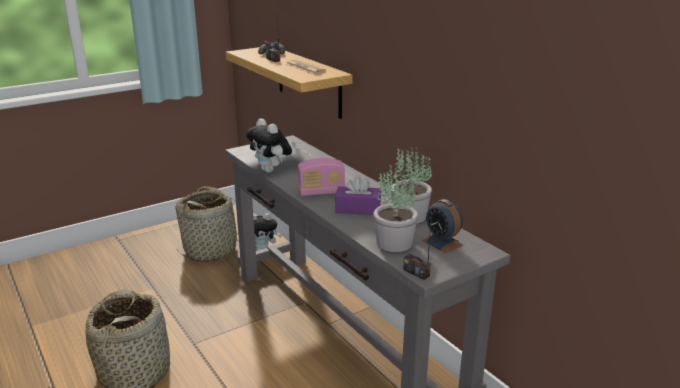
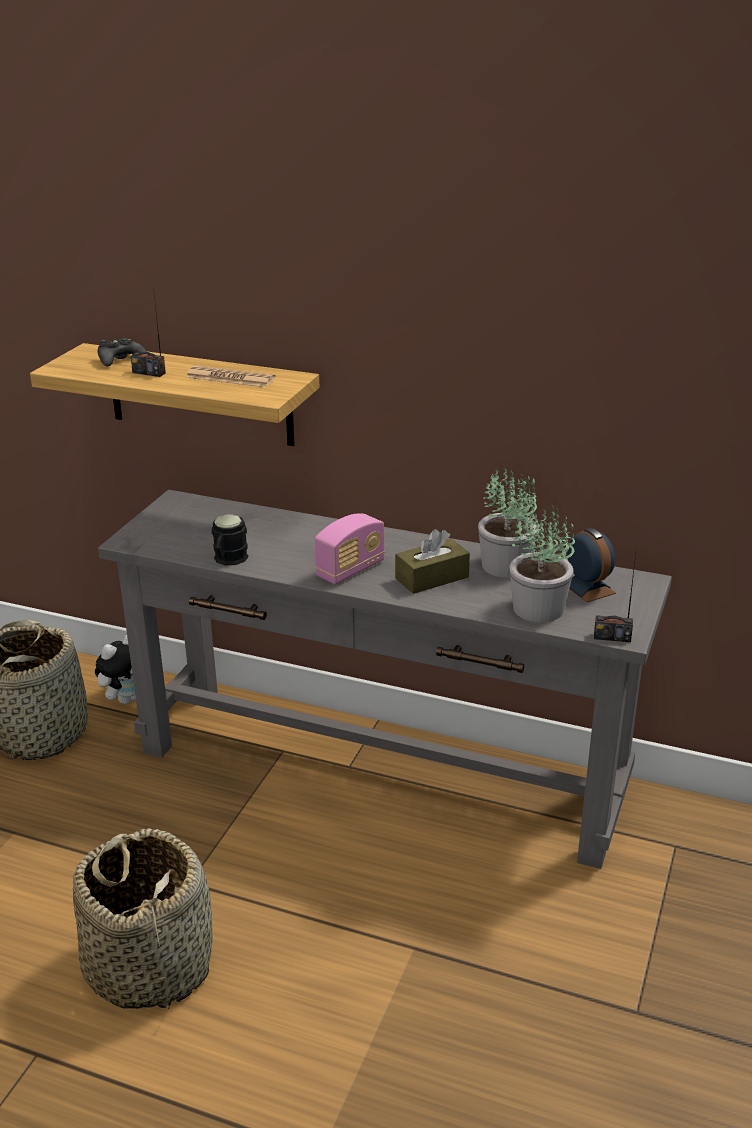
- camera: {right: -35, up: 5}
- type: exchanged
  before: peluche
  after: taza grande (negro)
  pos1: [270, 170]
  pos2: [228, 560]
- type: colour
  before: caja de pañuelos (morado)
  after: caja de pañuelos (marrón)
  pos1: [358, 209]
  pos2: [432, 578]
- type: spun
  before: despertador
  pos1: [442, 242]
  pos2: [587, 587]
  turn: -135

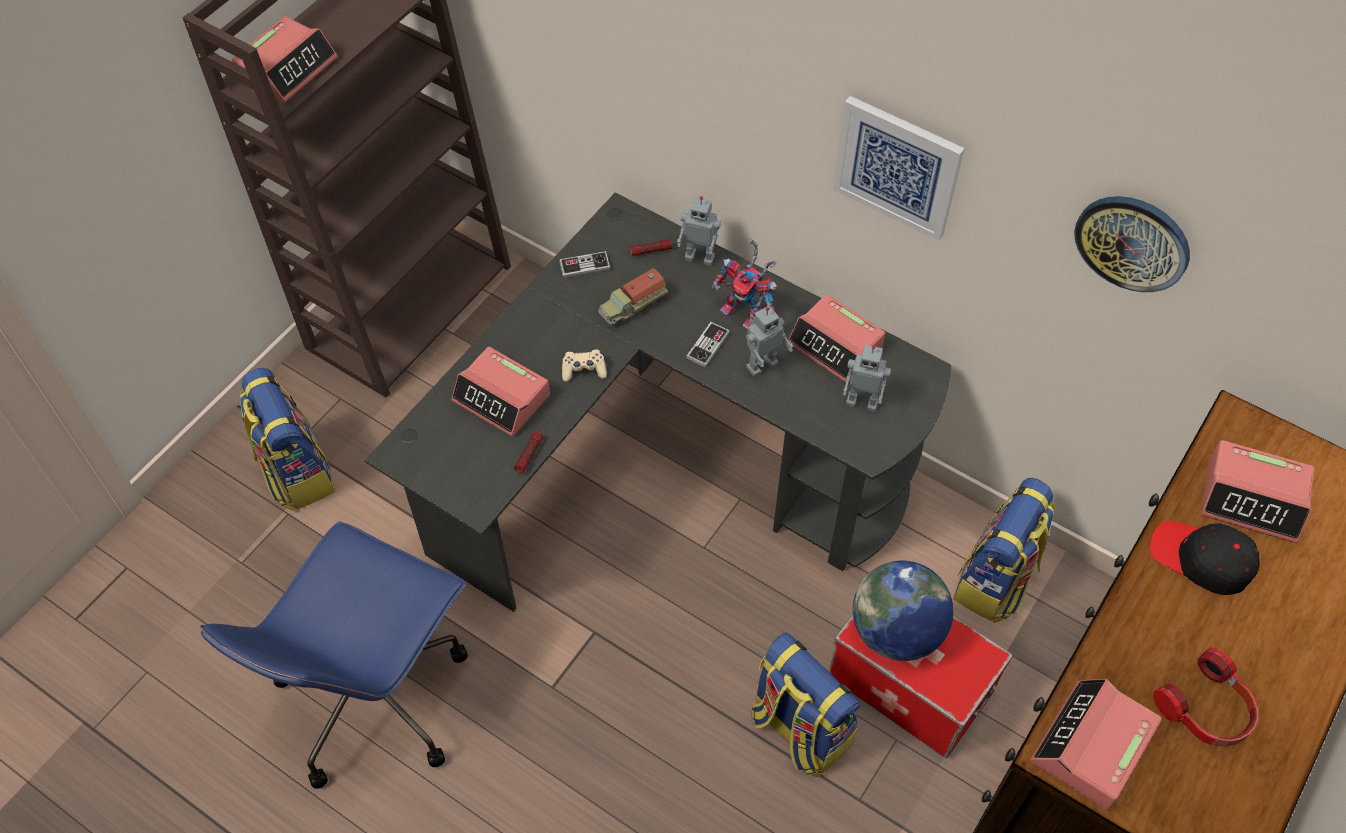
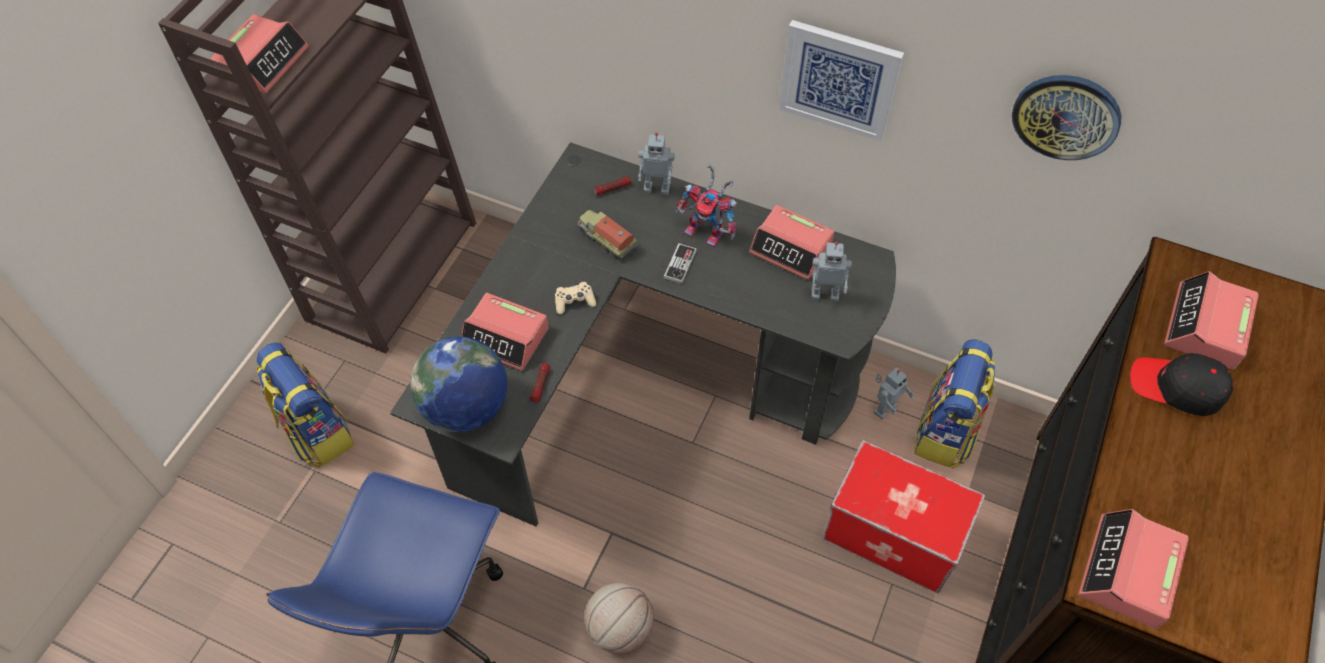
- camera: {right: -10, up: 0}
- type: missing
  before: mando de consola
  pos1: [585, 266]
- type: spun
  before: camión de juguete
  pos1: [632, 305]
  pos2: [606, 239]
  turn: 90
- type: relocated
  before: robot de juguete
  pos1: [761, 364]
  pos2: [884, 408]
- type: spun
  before: despertador
  pos1: [1252, 499]
  pos2: [1205, 327]
  turn: 105
- type: relocated
  before: globo terráqueo
  pos1: [896, 631]
  pos2: [466, 407]
- type: missing
  before: mochila
  pos1: [798, 729]
- type: missing
  before: auriculares
  pos1: [1207, 710]
- type: appeared
  after: balón de baloncesto
  pos2: [619, 628]

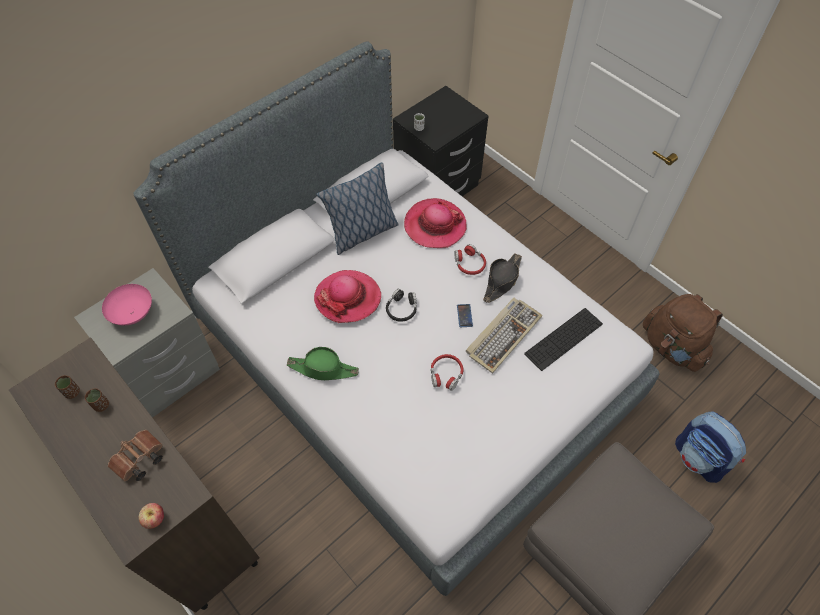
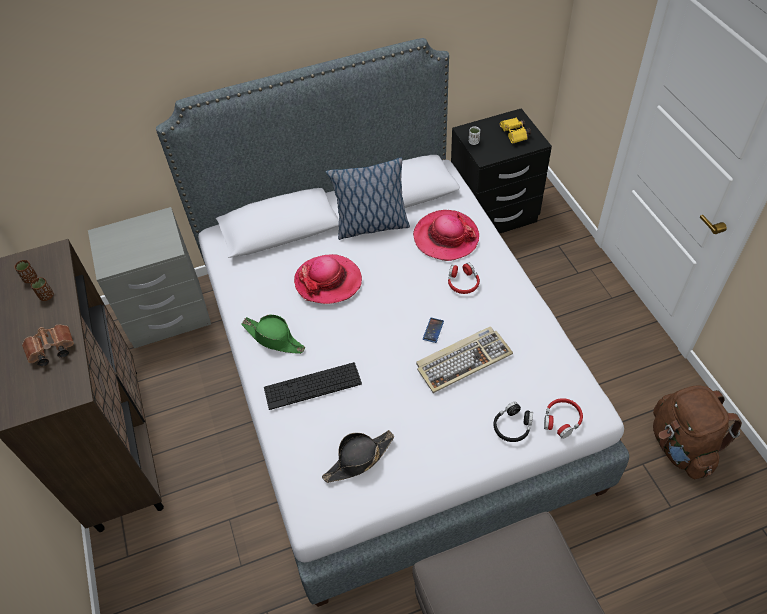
- camera: {right: 25, up: -5}
- type: relocated
  before: sombrero (negro)
  pos1: [502, 281]
  pos2: [358, 459]
- type: missing
  before: cuenco (rosa)
  pos1: [133, 313]
- type: relocated
  before: auriculares (negro)
  pos1: [402, 309]
  pos2: [512, 426]
- type: relocated
  before: teclado
  pos1: [563, 338]
  pos2: [312, 386]
- type: relocated
  before: auriculares (rojo)
  pos1: [446, 374]
  pos2: [561, 420]
- type: missing
  before: mochila
  pos1: [699, 458]
- type: missing
  before: manzana
  pos1: [155, 519]
- type: appeared
  after: prismáticos (amarillo)
  pos2: [515, 135]

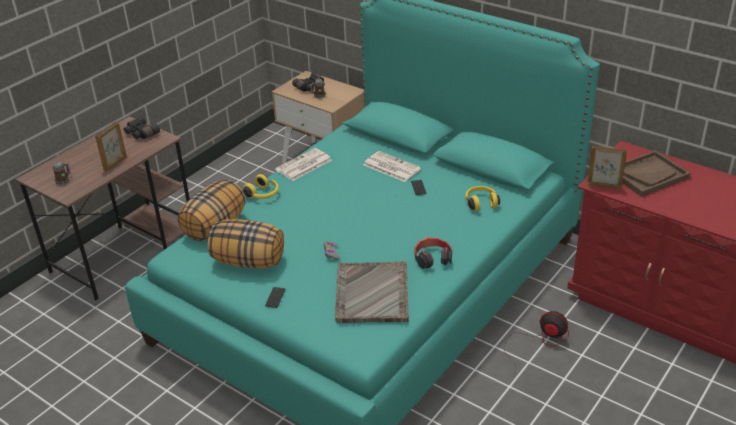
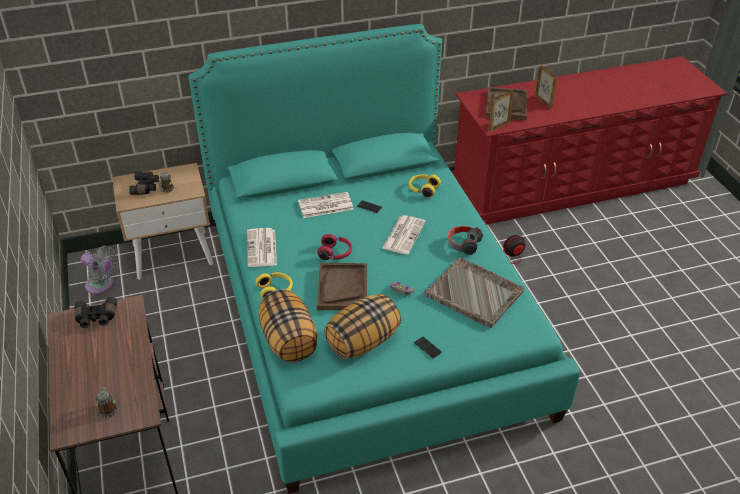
- camera: {right: -55, up: 5}
- type: relocated
  before: portarretratos
  pos1: [115, 163]
  pos2: [543, 102]
- type: appeared
  after: periódico
  pos2: [403, 234]
- type: appeared
  after: auriculares (rojo)
  pos2: [335, 253]
- type: appeared
  after: ventilador (gris)
  pos2: [102, 285]
- type: appeared
  after: bandeja (marrón)
  pos2: [342, 288]

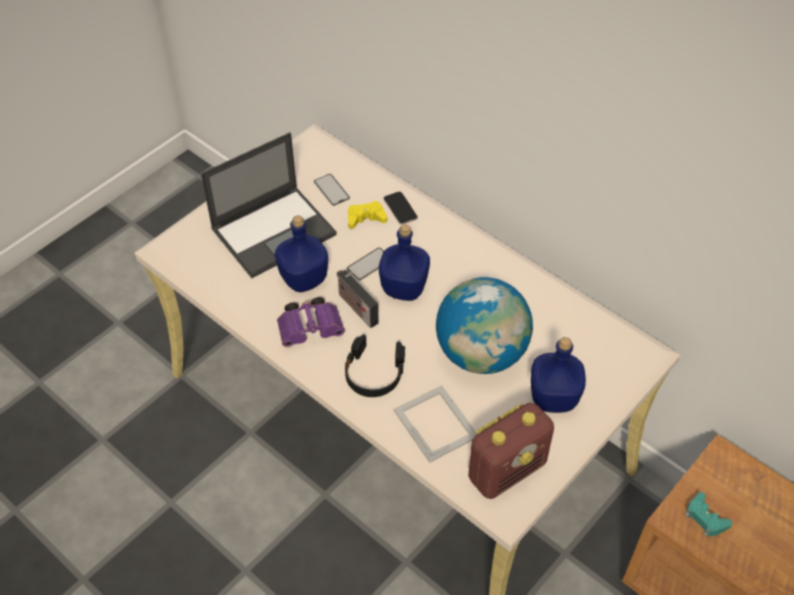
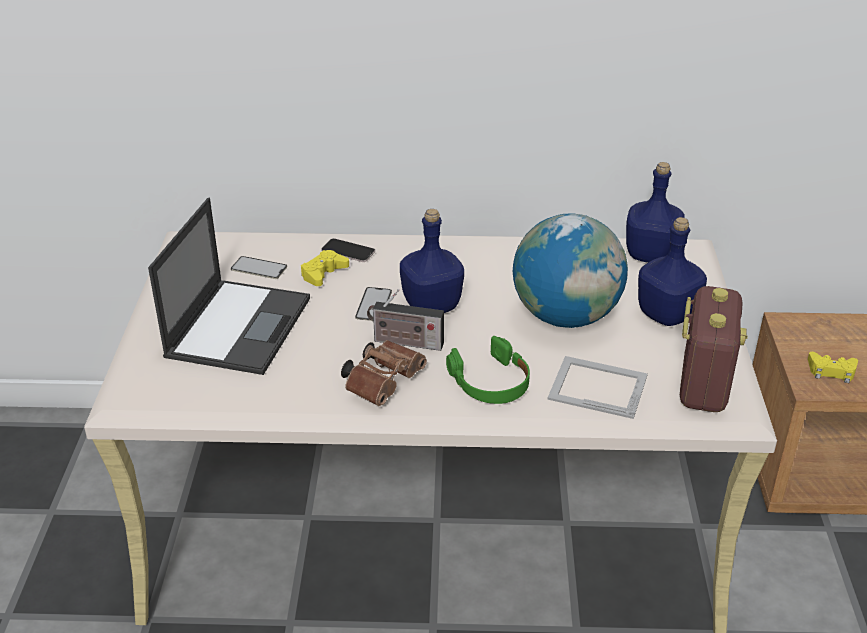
- camera: {right: -40, up: -15}
- type: relocated
  before: botella (azul)
  pos1: [303, 279]
  pos2: [650, 255]
- type: colour
  before: prismáticos (morado)
  after: prismáticos (marrón)
  pos1: [312, 329]
  pos2: [384, 382]
- type: colour
  before: auriculares (negro)
  after: auriculares (verde)
  pos1: [374, 373]
  pos2: [491, 382]
- type: colour
  before: mando de consola (turquesa)
  after: mando de consola (amarillo)
  pos1: [705, 518]
  pos2: [831, 371]

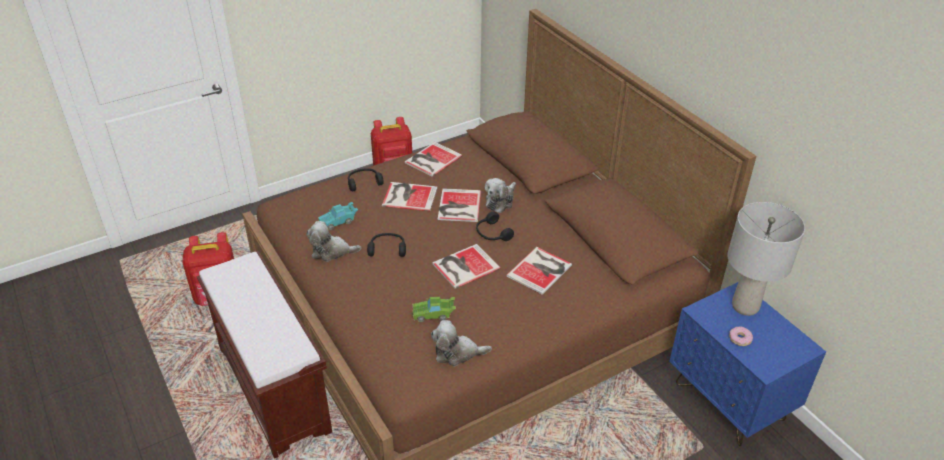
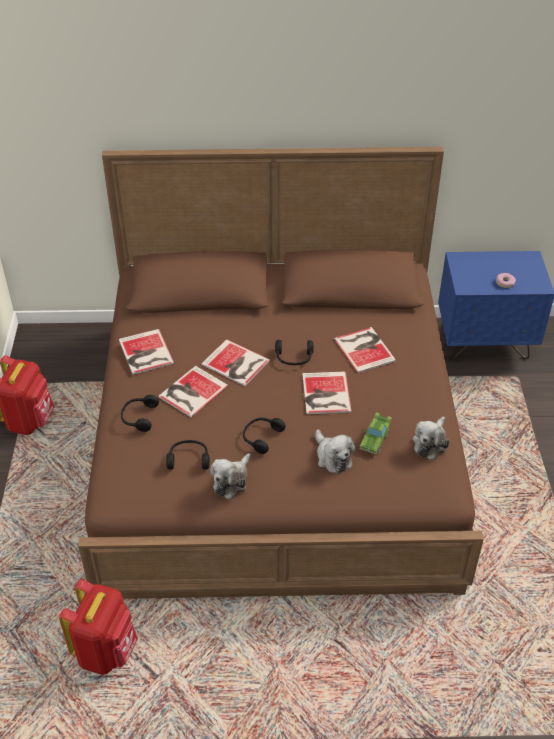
- camera: {right: -60, up: 5}
- type: relocated
  before: peluche
  pos1: [500, 201]
  pos2: [332, 457]
- type: exchanged
  before: coche de juguete (turquesa)
  after: auriculares (negro)
  pos1: [339, 221]
  pos2: [189, 459]
- type: missing
  before: lámpara de mesa (gris)
  pos1: [745, 306]
- type: missing
  before: banco (marrón)
  pos1: [275, 389]

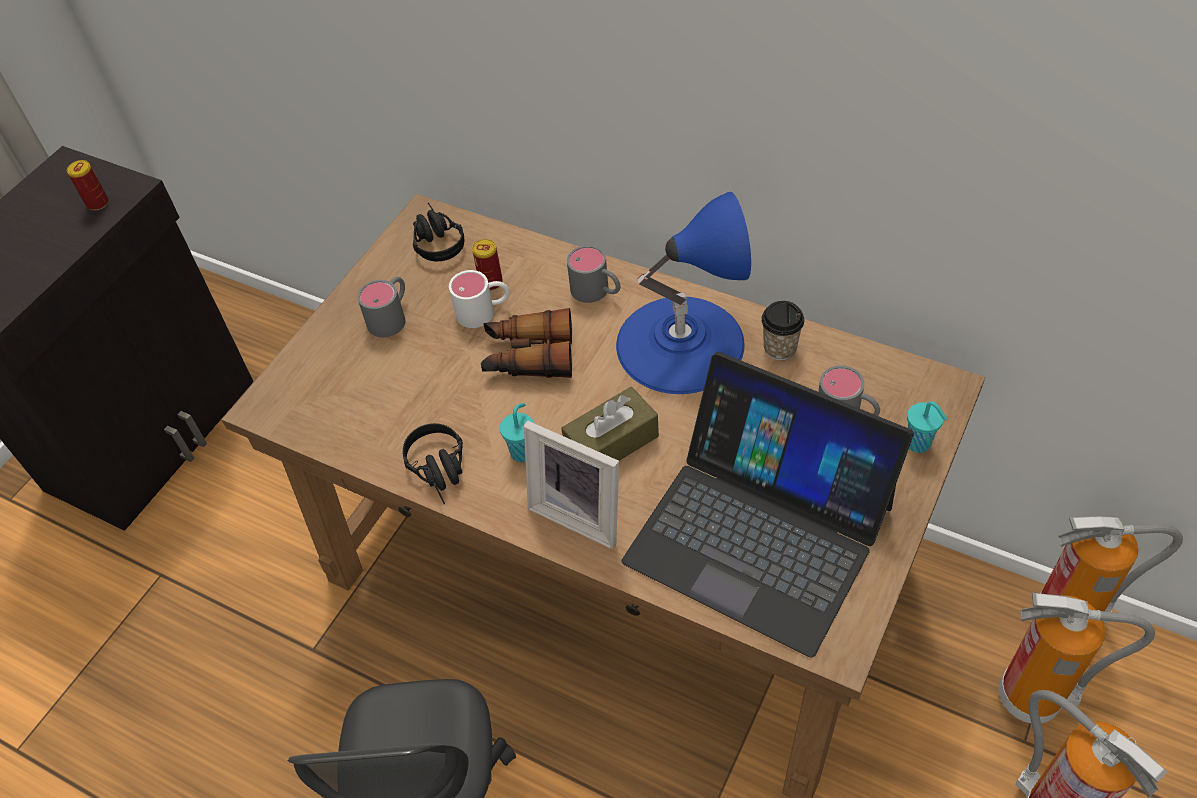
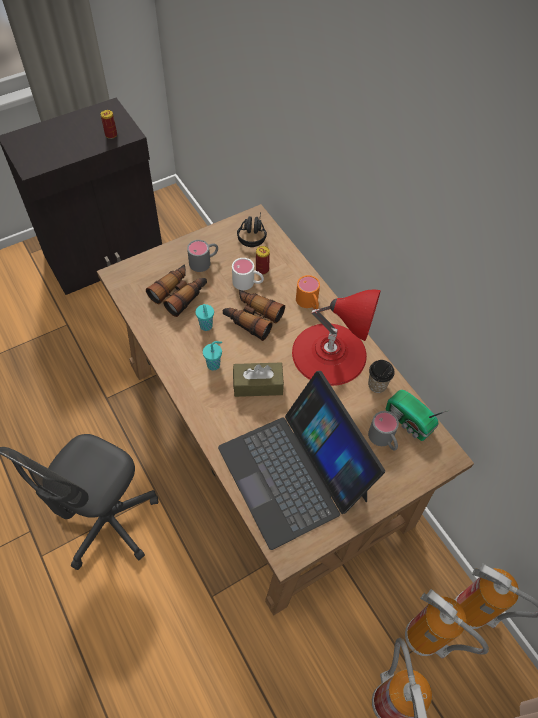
- camera: {right: 25, up: 5}
- type: colour
  before: lámpara de mesa (azul)
  after: lámpara de mesa (rojo)
  pos1: [680, 343]
  pos2: [329, 353]
- type: colour
  before: taza grande (gris)
  after: taza grande (naranja)
  pos1: [597, 292]
  pos2: [309, 303]
- type: relocated
  before: taza (turquesa)
  pos1: [919, 444]
  pos2: [206, 326]
- type: missing
  before: portarretratos
  pos1: [581, 512]
- type: missing
  before: auriculares (negro)
  pos1: [441, 472]
- type: appeared
  after: prismáticos
  pos2: [179, 294]
- type: appeared
  after: radio
  pos2: [409, 422]

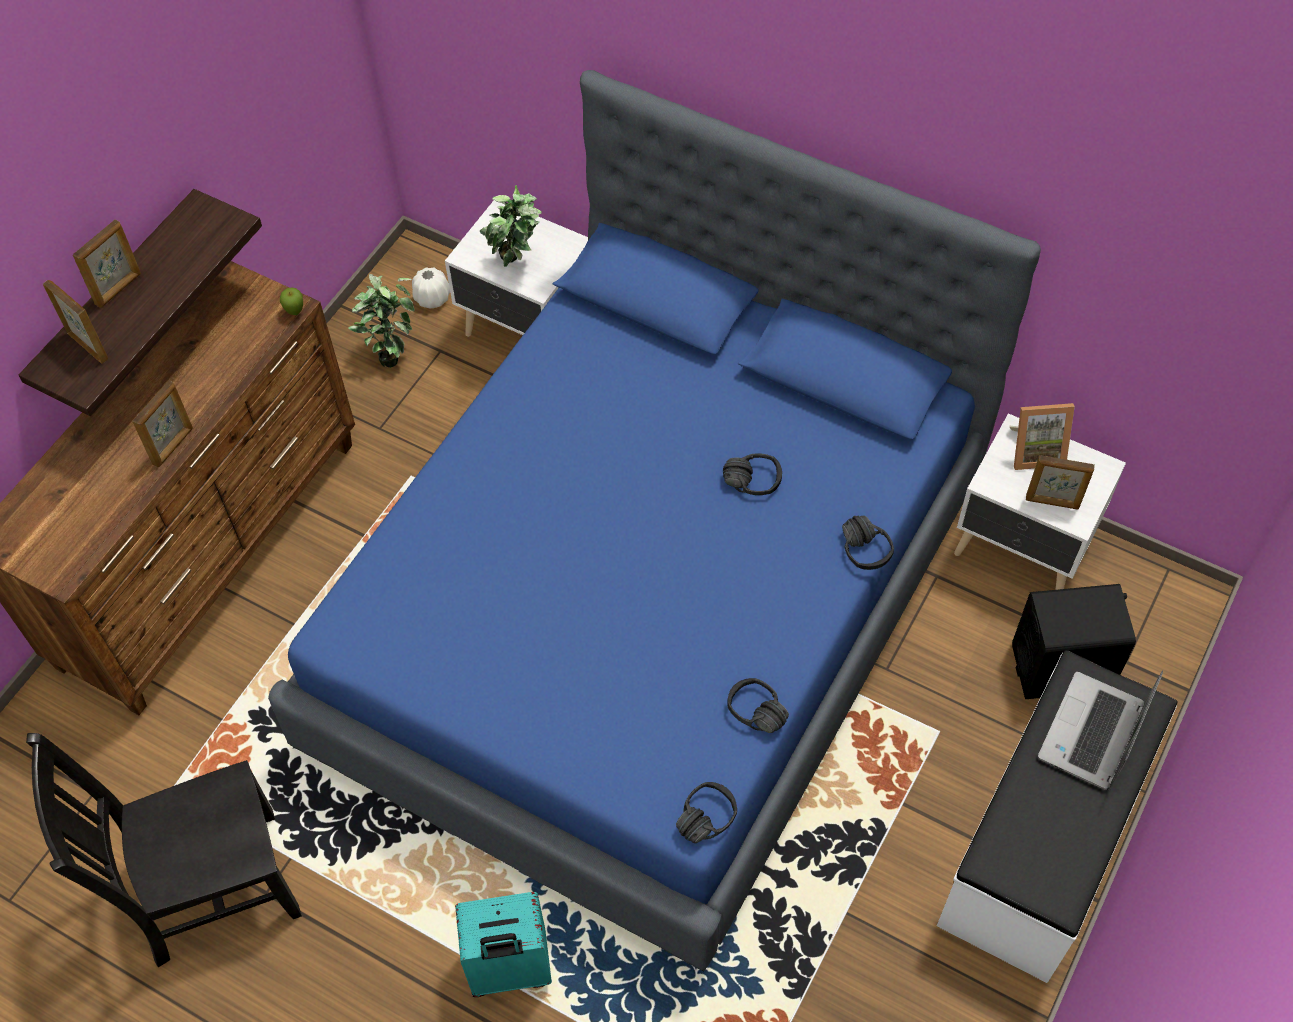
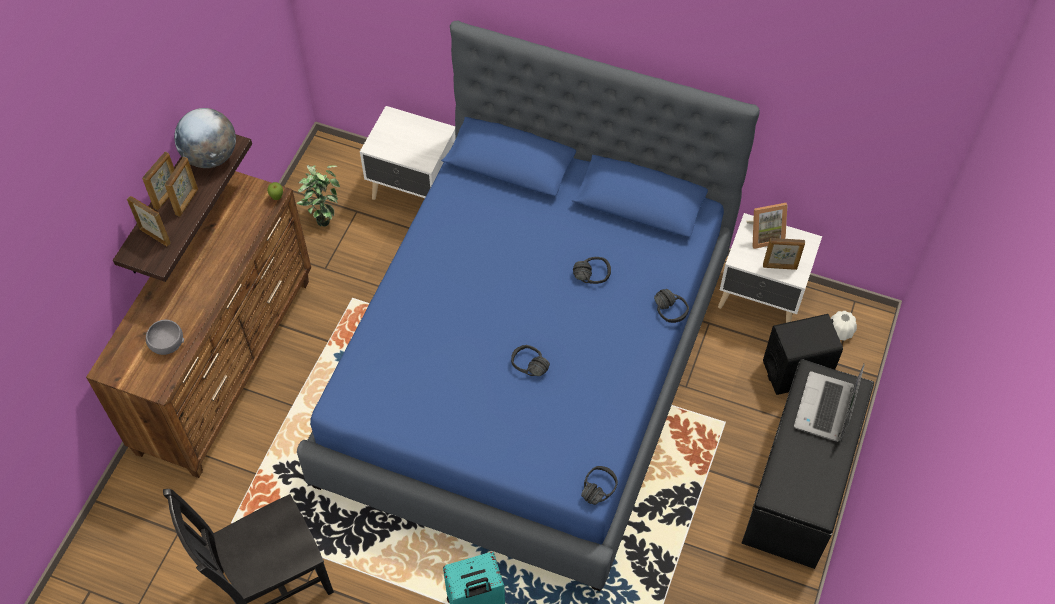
- camera: {right: -10, up: 0}
- type: missing
  before: planta en maceta
  pos1: [517, 265]
- type: relocated
  before: florero (blanco)
  pos1: [432, 298]
  pos2: [840, 331]
- type: relocated
  before: portarretratos
  pos1: [173, 446]
  pos2: [187, 202]
- type: colour
  before: banco (blanco)
  after: banco (negro)
  pos1: [1044, 842]
  pos2: [801, 483]
- type: relocated
  before: auriculares (negro)
  pos1: [751, 719]
  pos2: [526, 370]
- type: appeared
  after: globo terráqueo
  pos2: [211, 157]
- type: appeared
  after: cuenco (gris)
  pos2: [167, 344]

